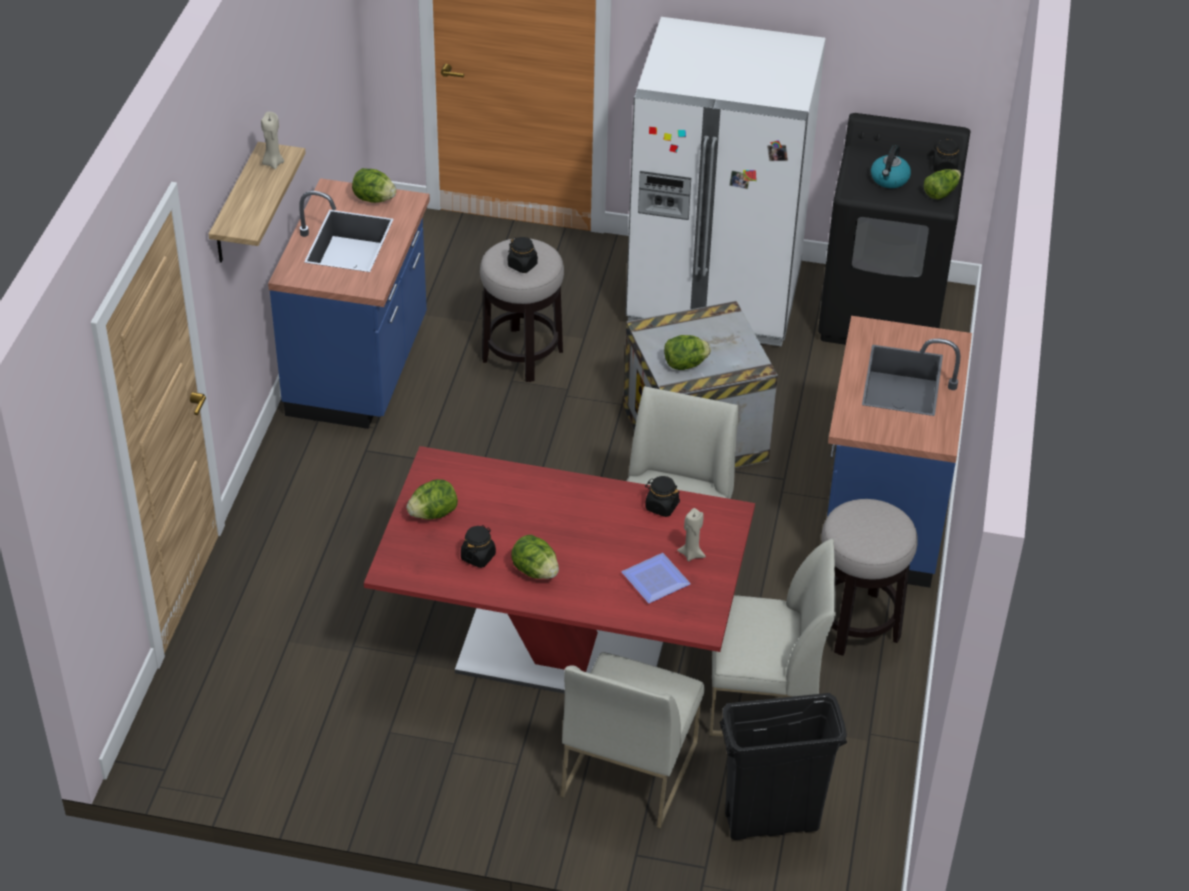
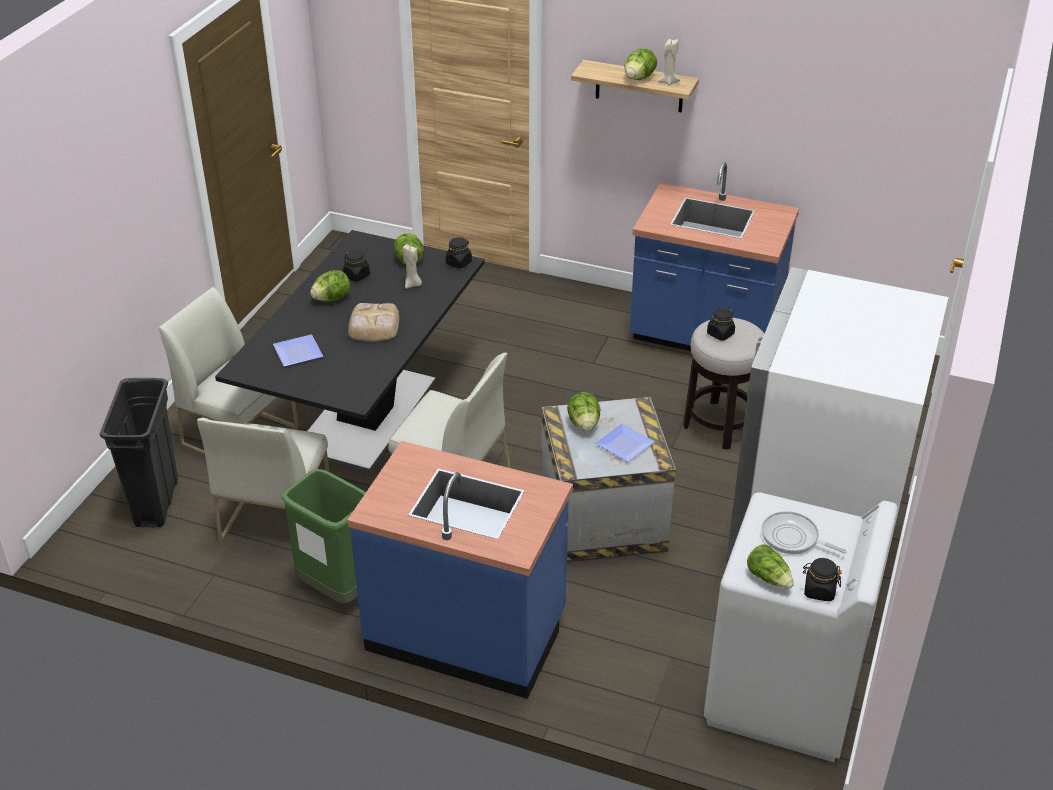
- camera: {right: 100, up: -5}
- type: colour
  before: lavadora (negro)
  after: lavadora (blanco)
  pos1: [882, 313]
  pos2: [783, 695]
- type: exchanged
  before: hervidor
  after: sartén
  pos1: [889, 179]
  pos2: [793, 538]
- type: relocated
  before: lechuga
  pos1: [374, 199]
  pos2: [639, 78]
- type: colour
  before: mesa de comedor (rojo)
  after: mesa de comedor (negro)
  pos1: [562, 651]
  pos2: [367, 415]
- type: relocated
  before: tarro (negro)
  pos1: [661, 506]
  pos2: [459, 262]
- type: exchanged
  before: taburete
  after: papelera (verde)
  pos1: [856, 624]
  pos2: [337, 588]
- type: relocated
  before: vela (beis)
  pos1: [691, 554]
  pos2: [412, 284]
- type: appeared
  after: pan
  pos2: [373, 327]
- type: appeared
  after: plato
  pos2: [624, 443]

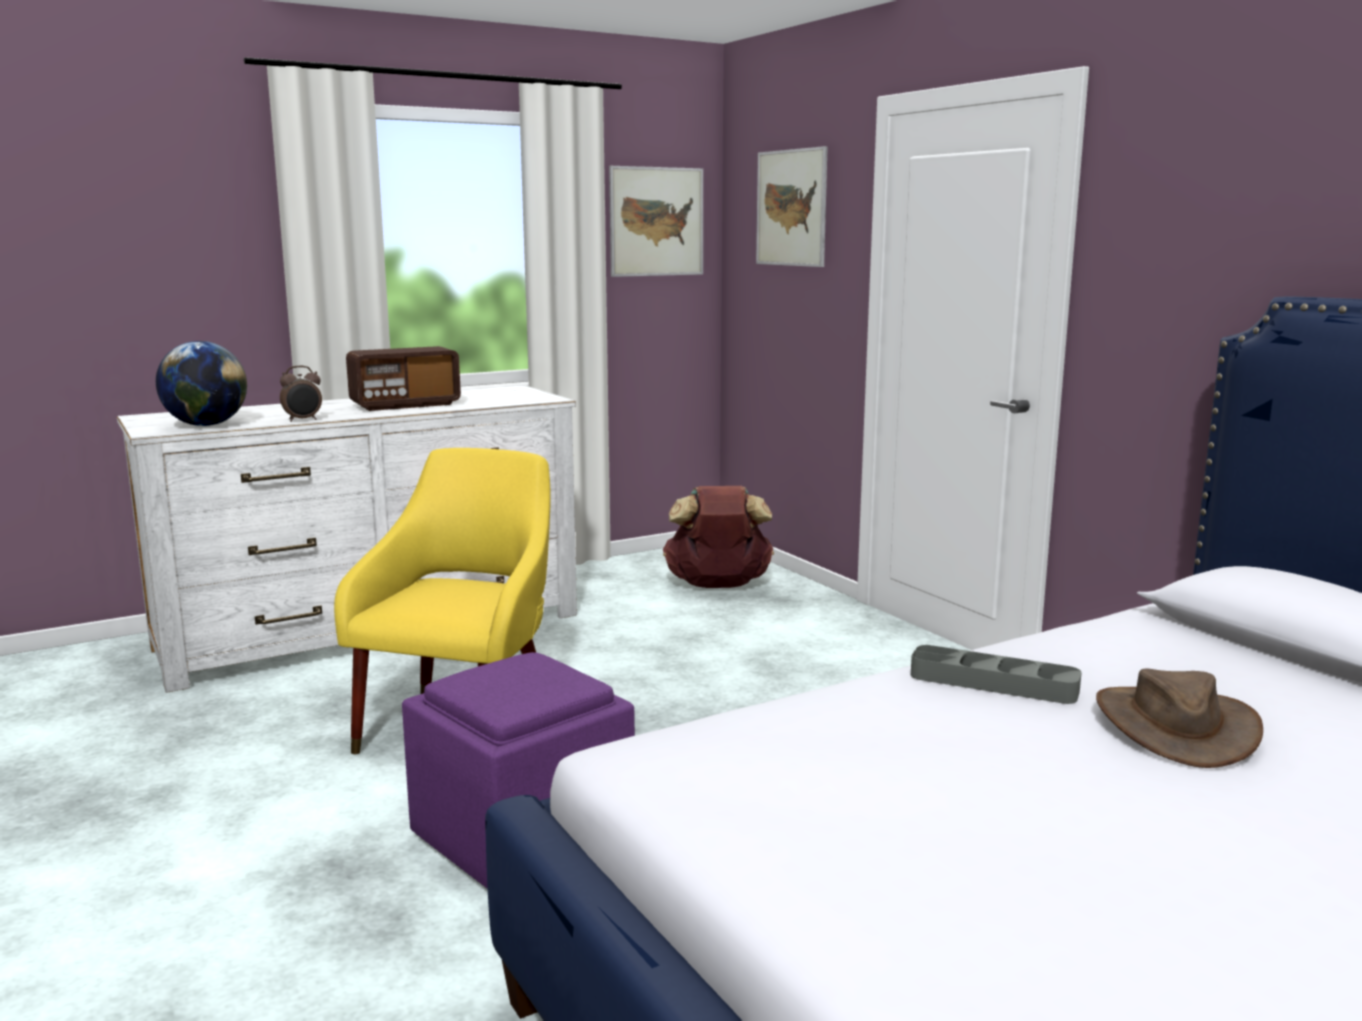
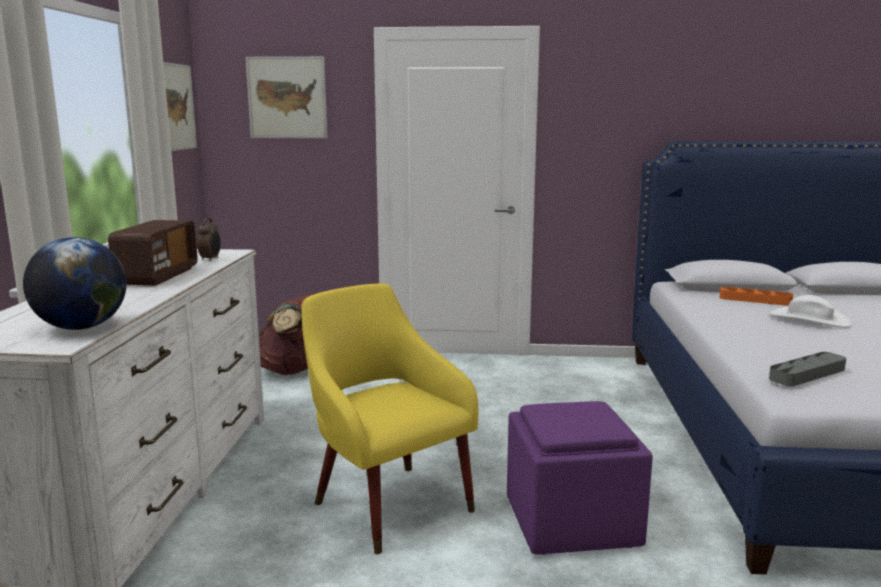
- camera: {right: -55, up: 0}
- type: relocated
  before: despertador
  pos1: [303, 420]
  pos2: [211, 259]
- type: relocated
  before: bandeja (gris)
  pos1: [993, 683]
  pos2: [807, 374]
- type: colour
  before: sombrero (marrón)
  after: sombrero (blanco)
  pos1: [1174, 726]
  pos2: [809, 319]
- type: appeared
  after: bandeja (naranja)
  pos2: [755, 300]

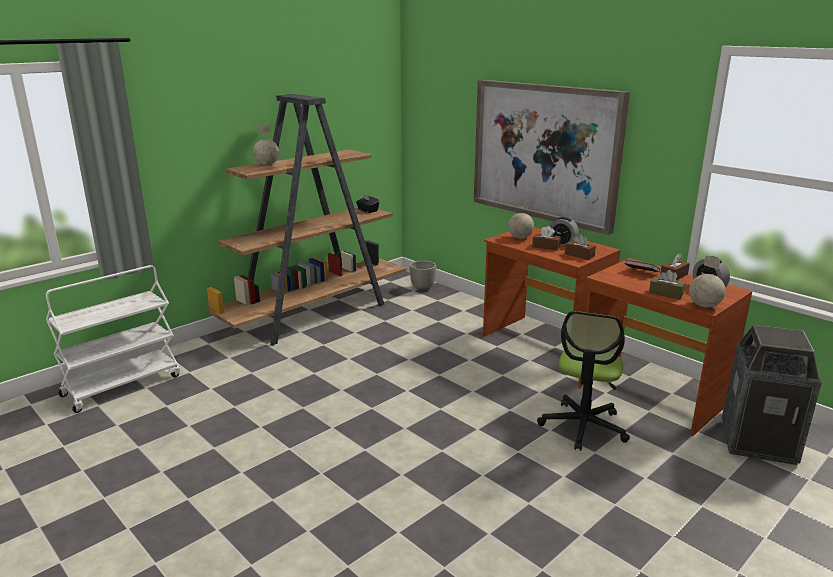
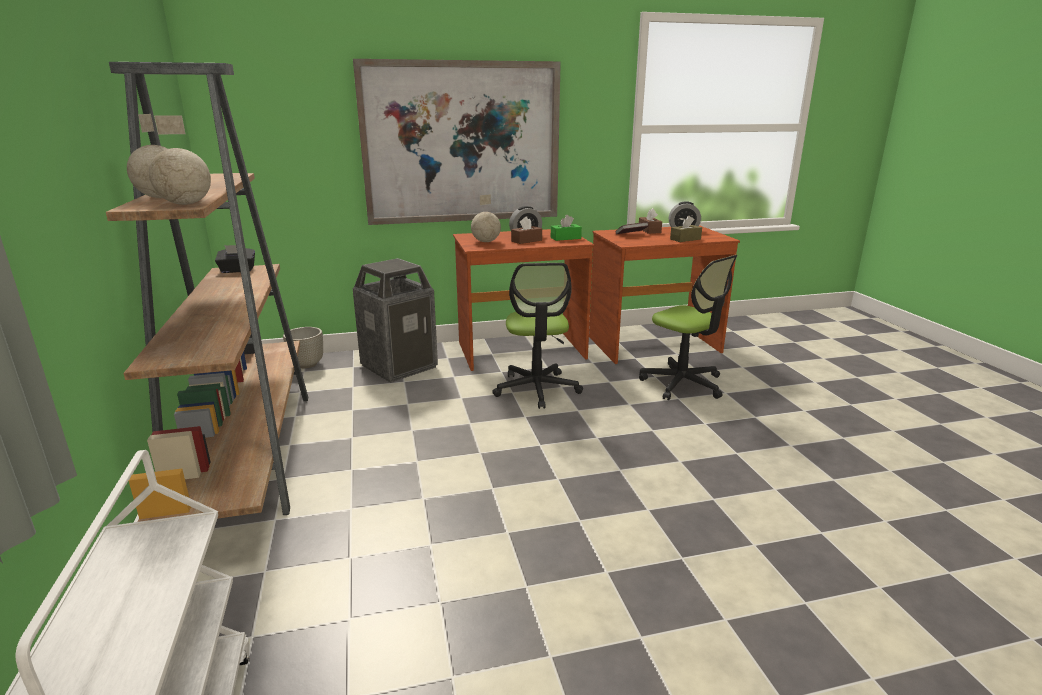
- camera: {right: -60, up: 0}
- type: colour
  before: caja de pañuelos (marrón)
  after: caja de pañuelos (verde)
  pos1: [579, 255]
  pos2: [565, 238]
- type: relocated
  before: globo terráqueo
  pos1: [704, 306]
  pos2: [186, 204]
- type: relocated
  before: papelera
  pos1: [758, 442]
  pos2: [399, 366]
- type: appeared
  after: silla de oficina
  pos2: [537, 389]

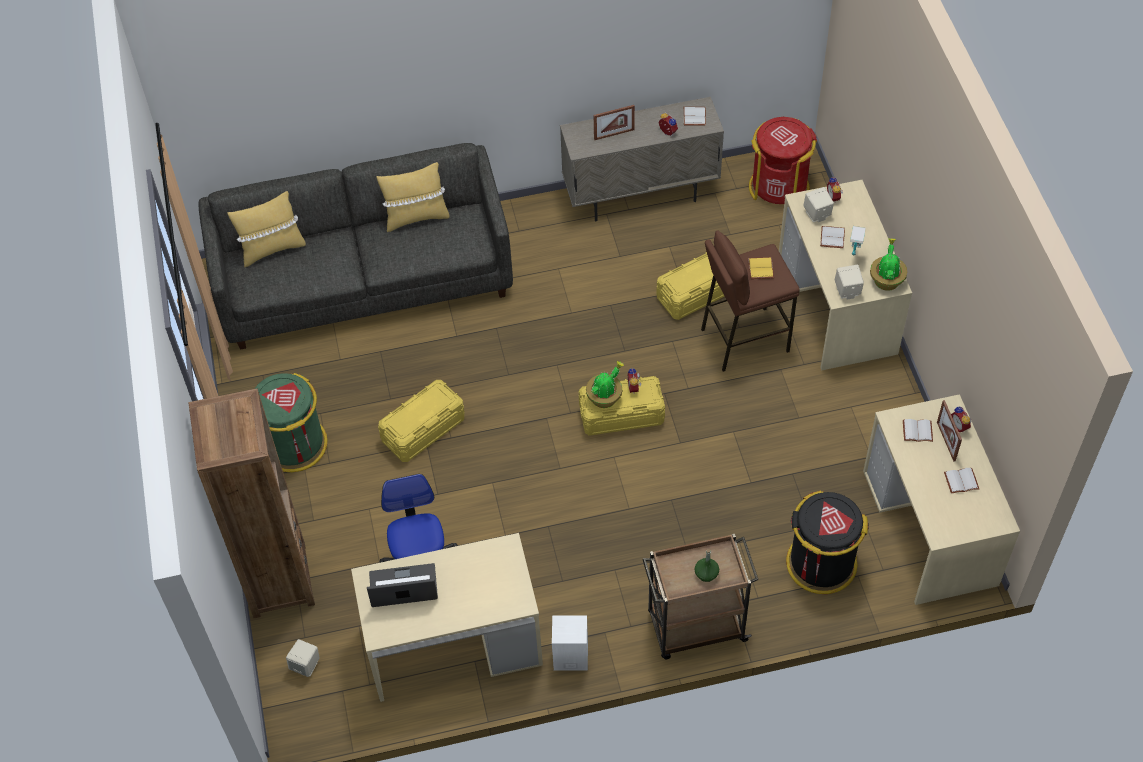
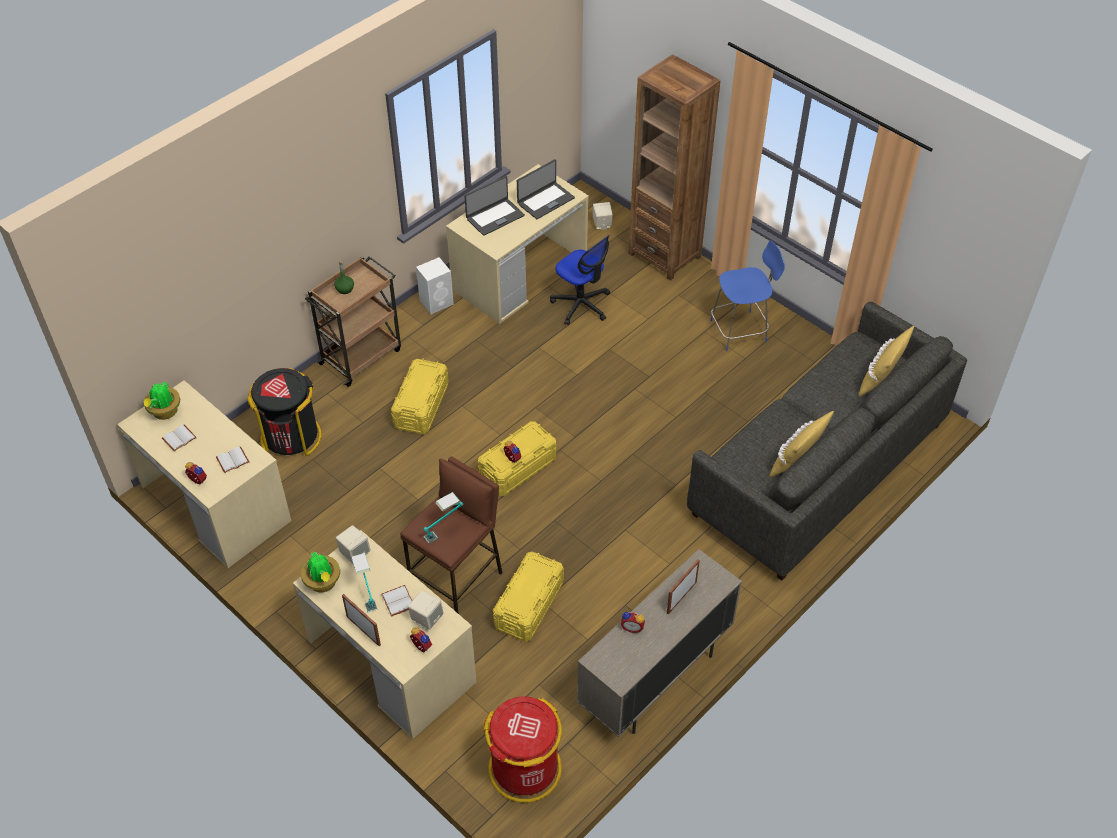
- camera: {right: 145, up: -5}
- type: missing
  before: libro (blanco)
  pos1: [693, 116]
- type: exchanged
  before: libro (amarillo)
  after: lámpara de mesa
  pos1: [761, 269]
  pos2: [444, 530]
- type: relocated
  before: planta en maceta
  pos1: [605, 397]
  pos2: [164, 412]
- type: exchanged
  before: papelera (verde)
  after: silla (azul)
  pos1: [294, 445]
  pos2: [740, 330]
- type: relocated
  before: caja de almacenaje (amarillo)
  pos1: [423, 429]
  pos2: [421, 405]
- type: relocated
  before: portarretratos
  pos1: [946, 441]
  pos2: [363, 630]
- type: appeared
  after: portátil
  pos2: [494, 217]

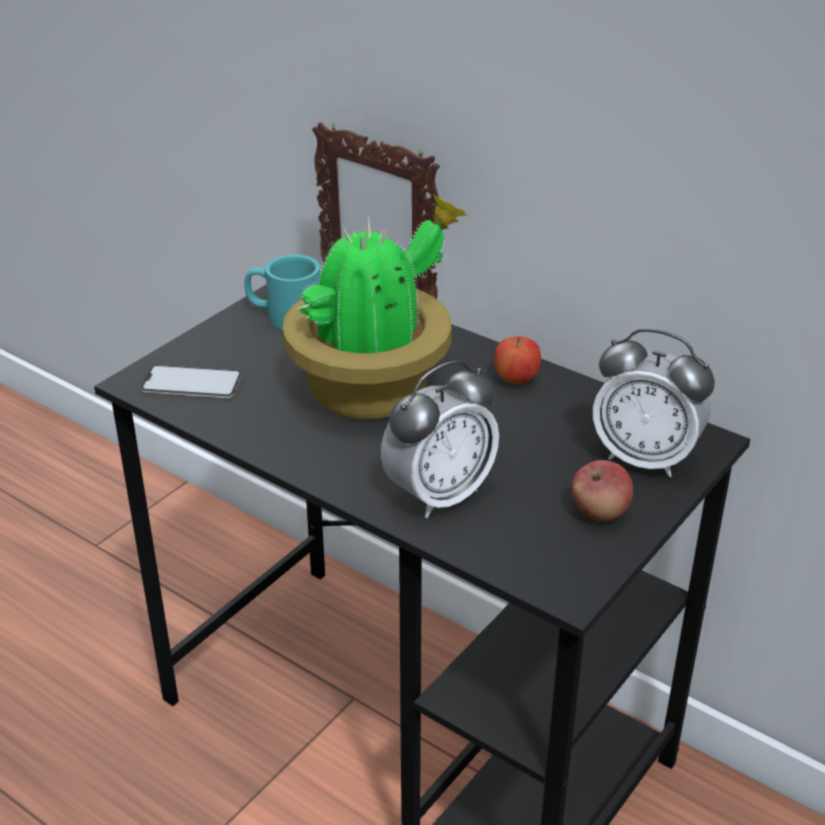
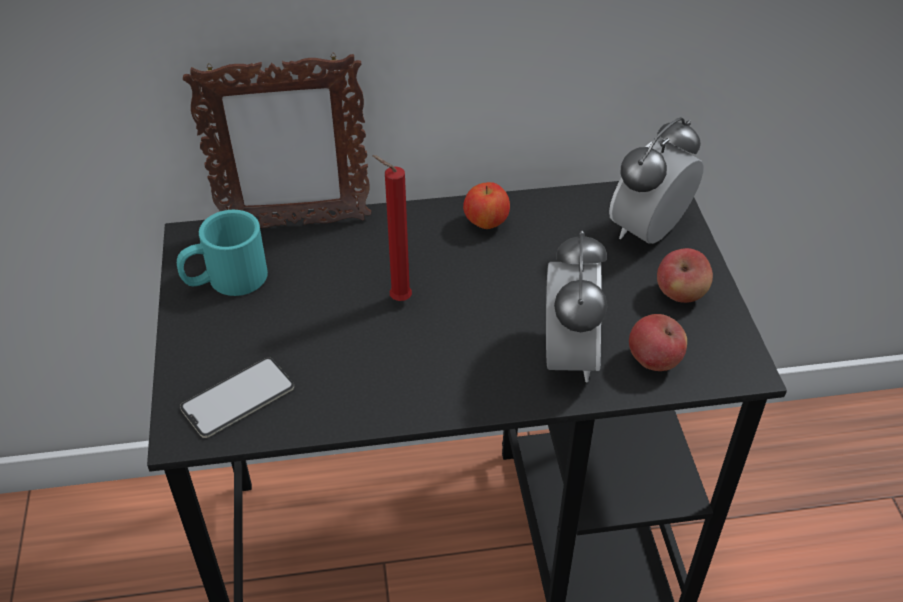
- camera: {right: -45, up: 10}
- type: exchanged
  before: planta en maceta
  after: vela (rojo)
  pos1: [374, 388]
  pos2: [397, 299]
- type: spun
  before: despertador
  pos1: [645, 458]
  pos2: [649, 232]
  turn: 150
- type: appeared
  after: manzana
  pos2: [653, 361]

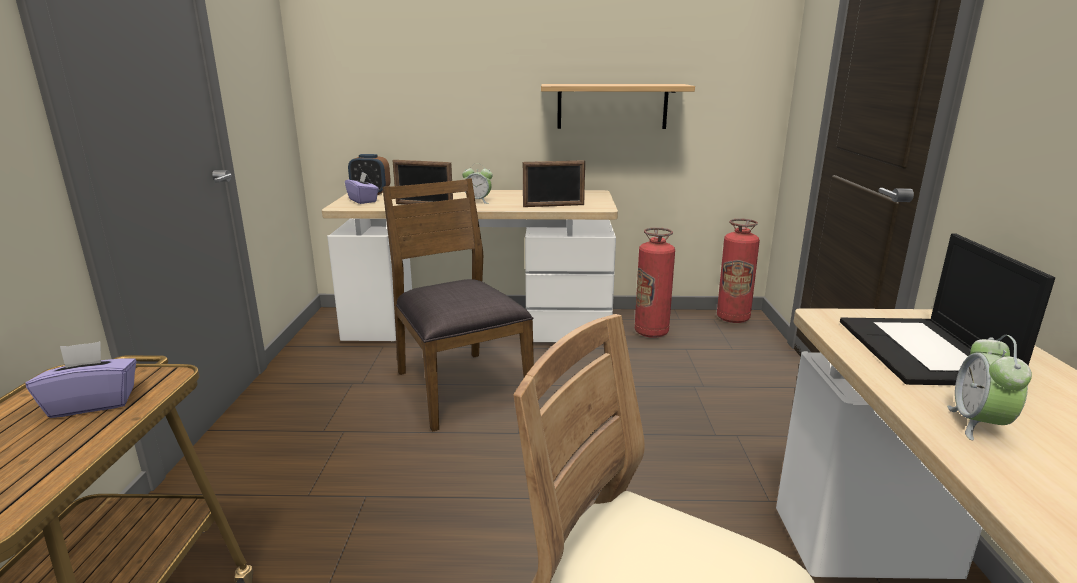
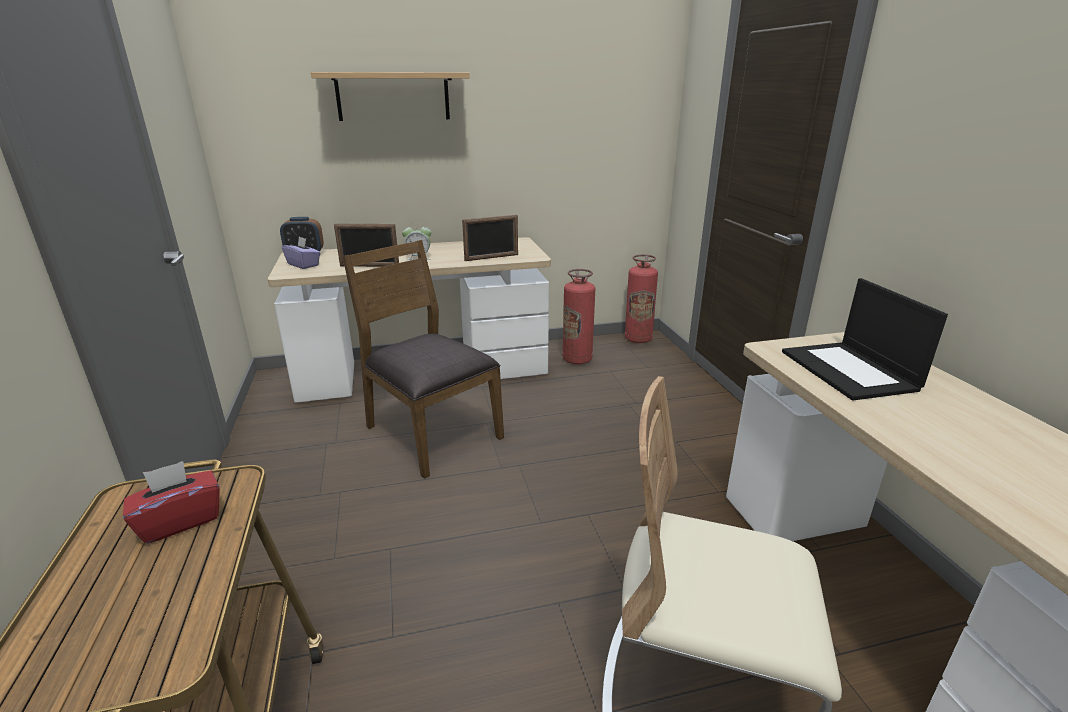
- camera: {right: -15, up: 5}
- type: relocated
  before: estante
  pos1: [612, 106]
  pos2: [393, 96]
- type: missing
  before: despertador
  pos1: [978, 424]
- type: colour
  before: caja de pañuelos (morado)
  after: caja de pañuelos (rojo)
  pos1: [93, 403]
  pos2: [180, 520]

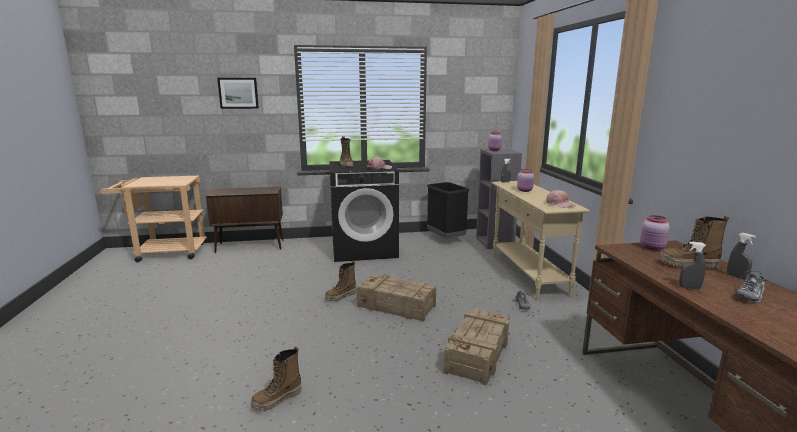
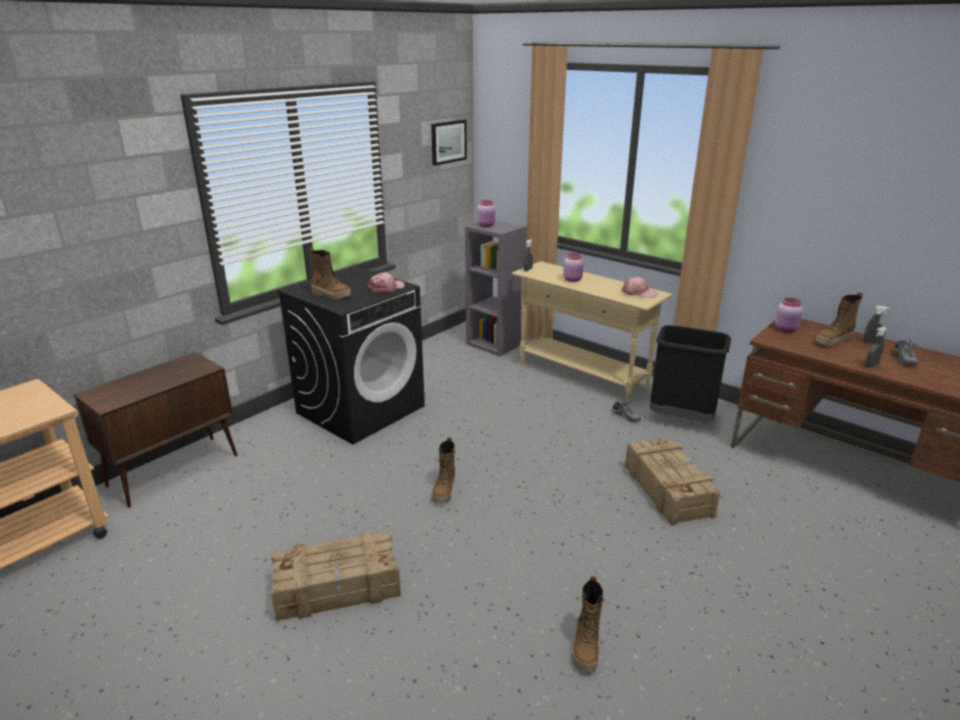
- camera: {right: -40, up: 10}
- type: relocated
  before: cuadro
  pos1: [238, 93]
  pos2: [448, 142]
- type: relocated
  before: papelera (negro)
  pos1: [446, 239]
  pos2: [681, 418]
- type: relocated
  before: caja de embalaje
  pos1: [396, 306]
  pos2: [338, 588]

